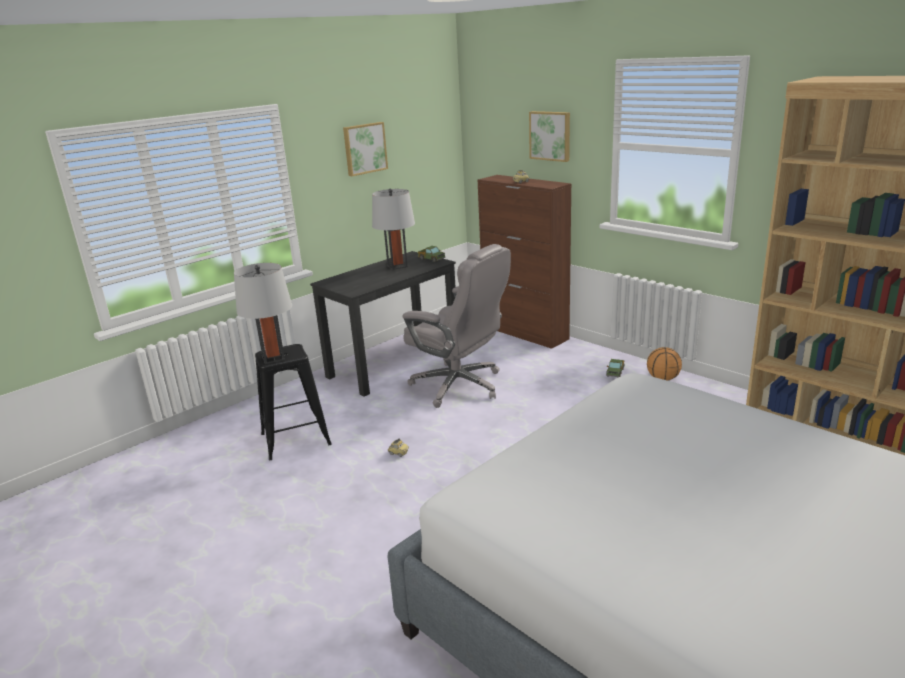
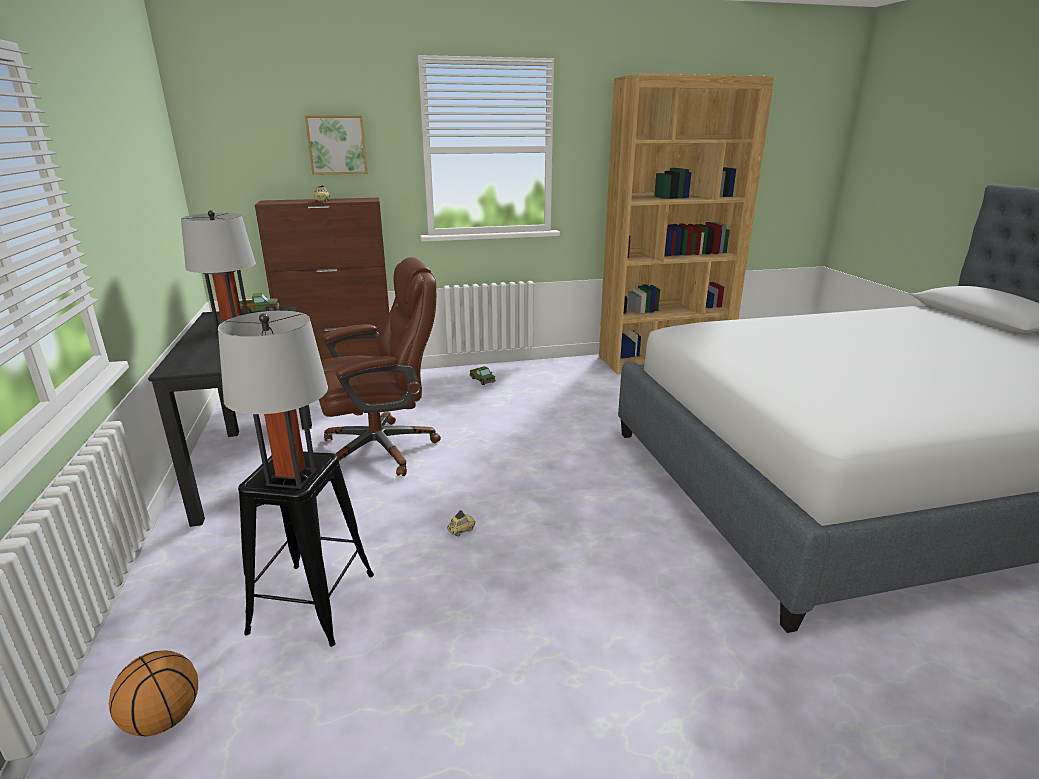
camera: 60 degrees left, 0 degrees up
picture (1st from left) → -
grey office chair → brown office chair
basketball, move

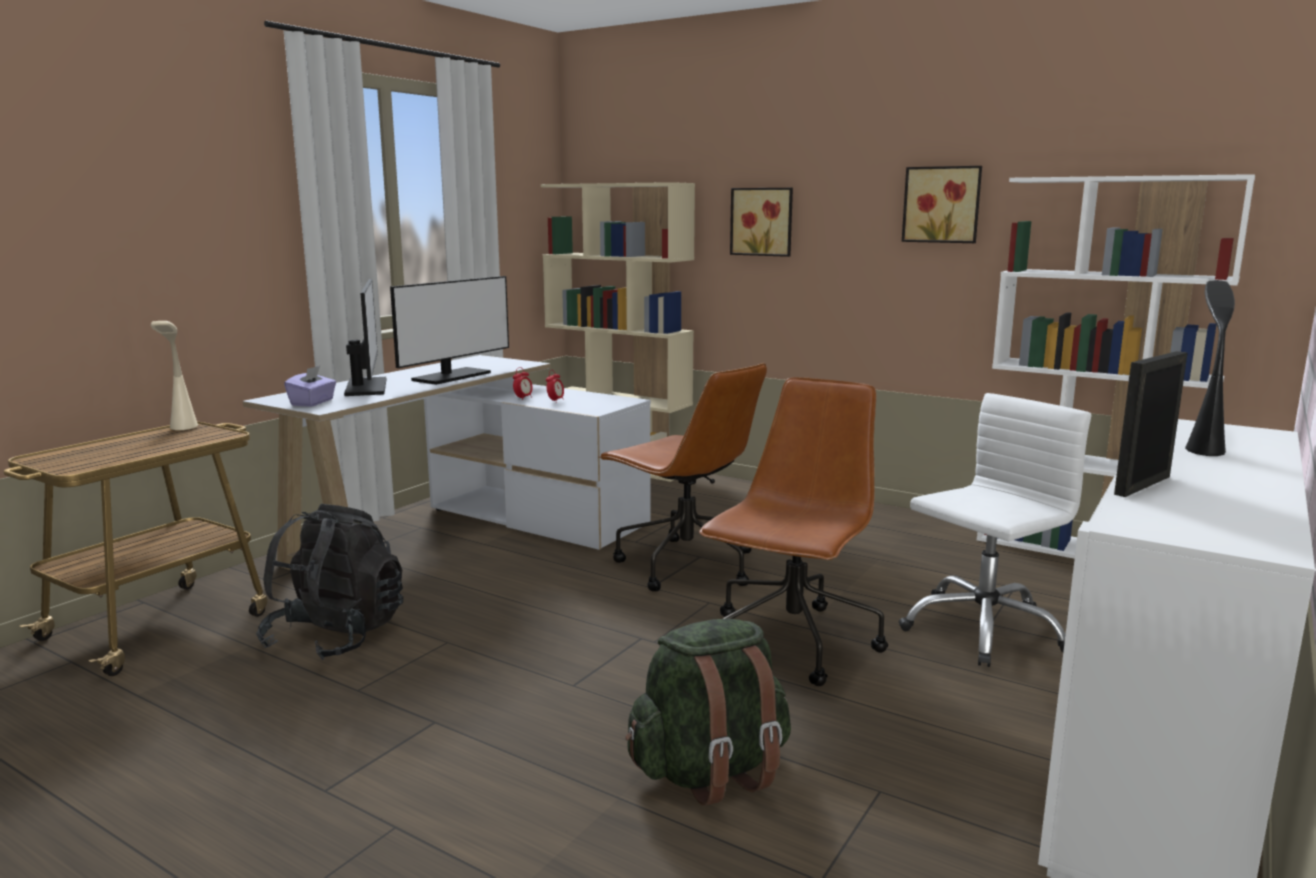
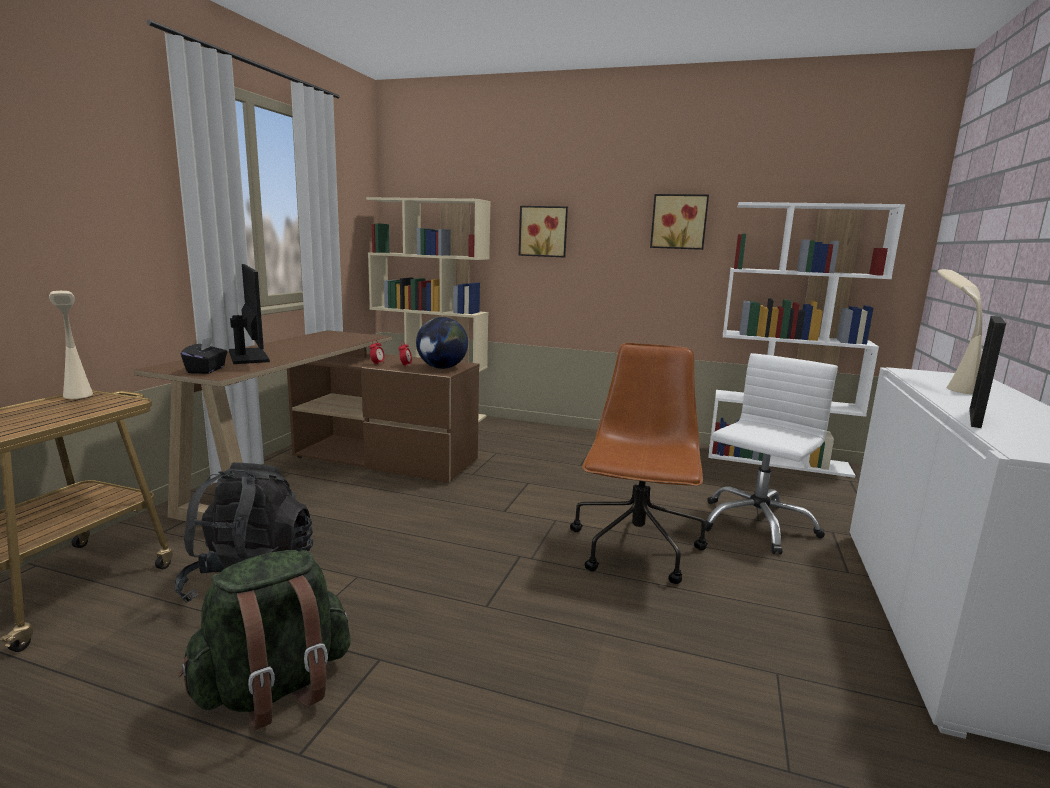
camera: 15 degrees left, 0 degrees up
monitor (2nd from left) → -
black table lamp → beige table lamp (2nd from left)
white desk → brown desk
brown office chair (1st from left) → -
purple tissue box → black tissue box
green backpack, move
- → globe

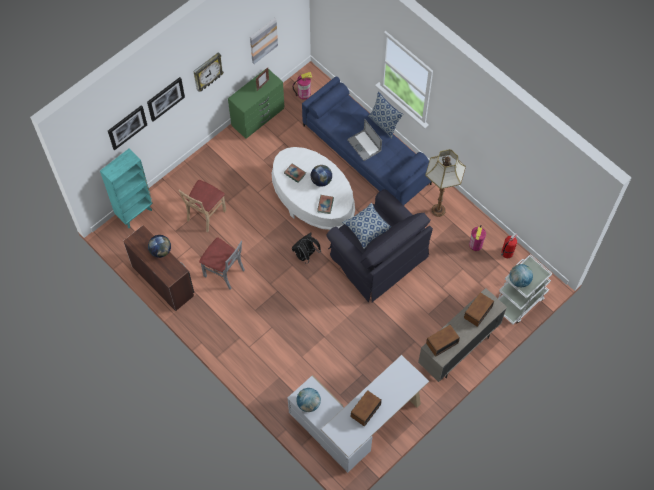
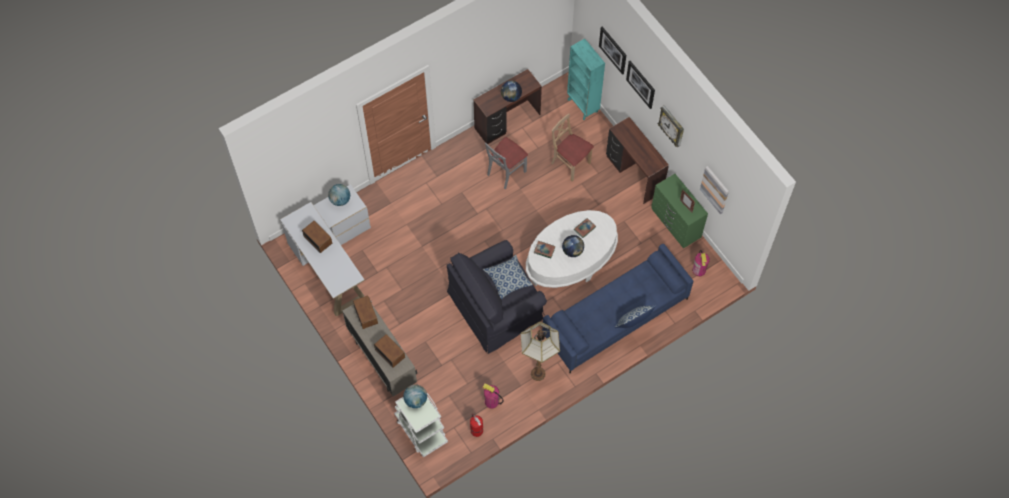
camera: 100 degrees right, 0 degrees up
laptop → -
black backpack → -
- → brown desk (2nd from left)

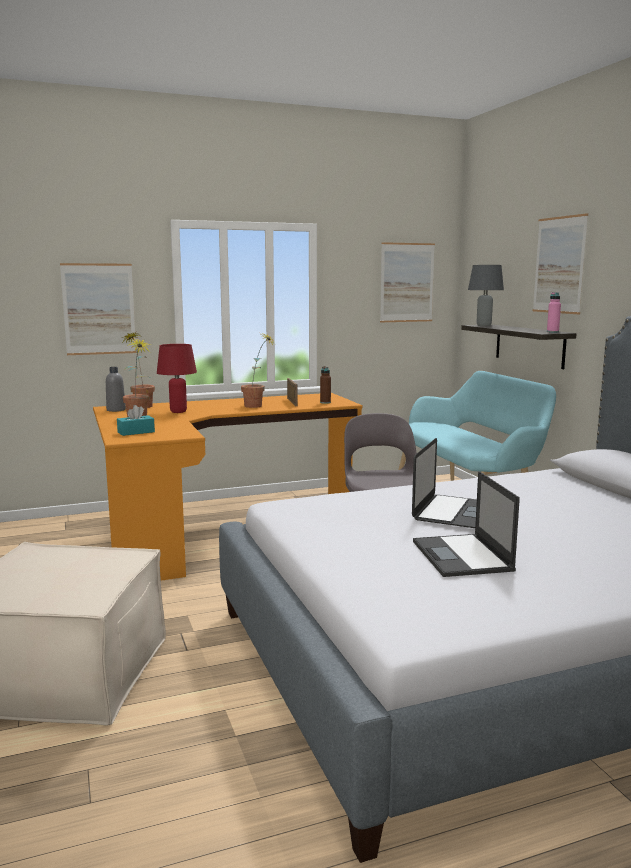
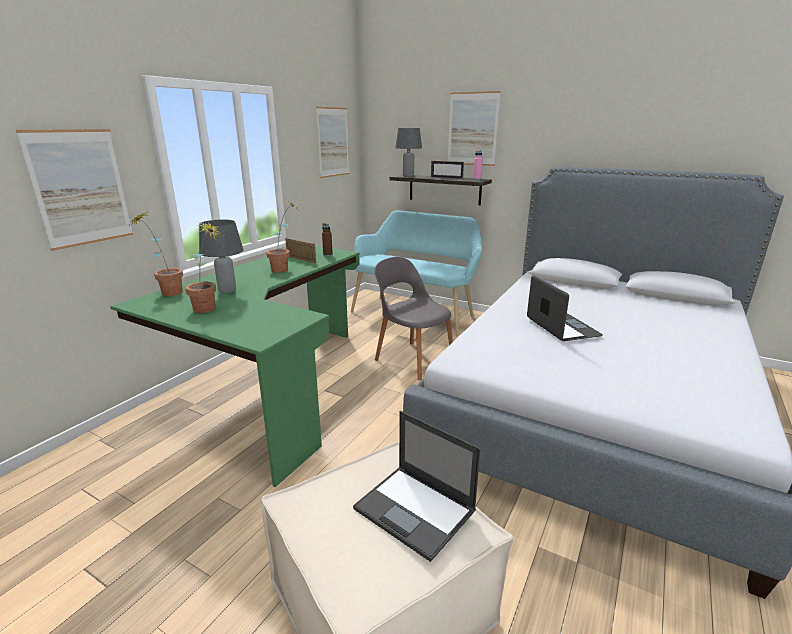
camera: 40 degrees left, 10 degrees up
red table lamp → grey table lamp (1st from left)
grey bottle → -
orange desk → green desk
turquoise tissue box → -
laptop (2nd from left in the first image) → laptop (1st from left), move
- → picture frame (2nd from left)

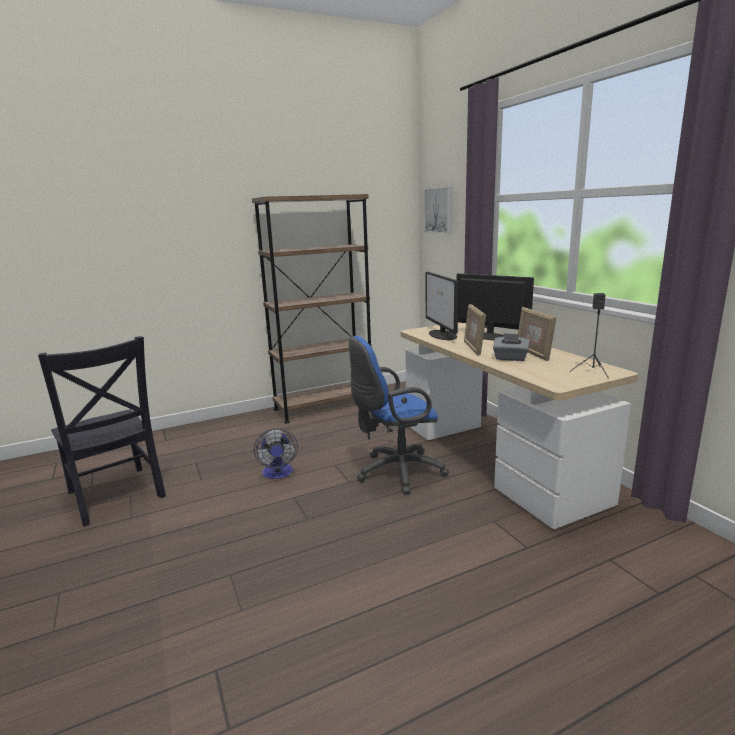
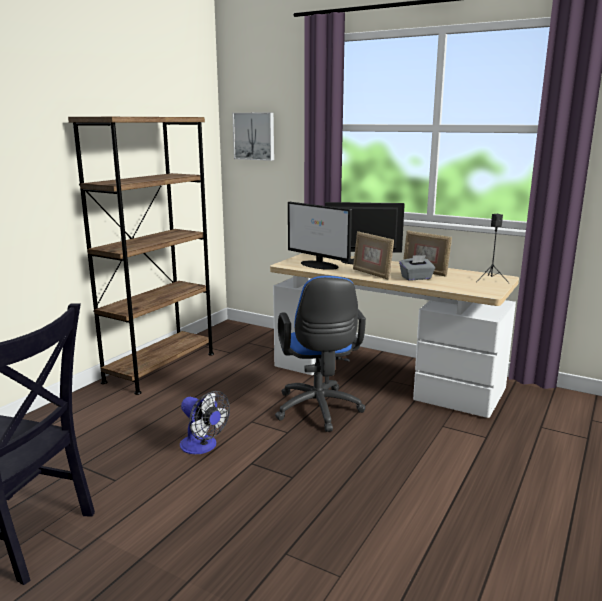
camera: 35 degrees left, 0 degrees up
blue office chair, 45 degrees counterclockwise

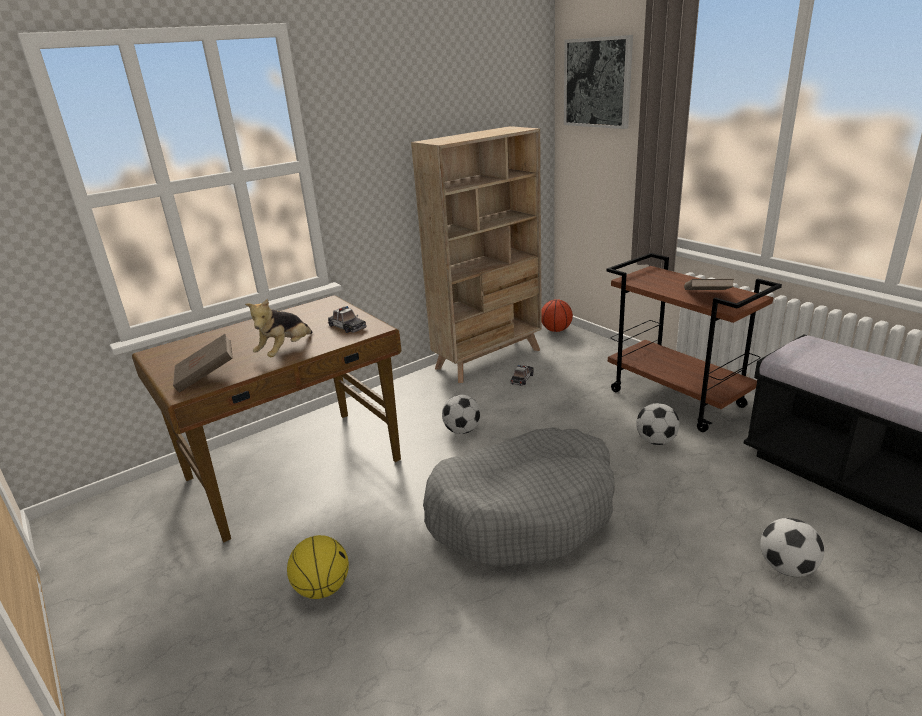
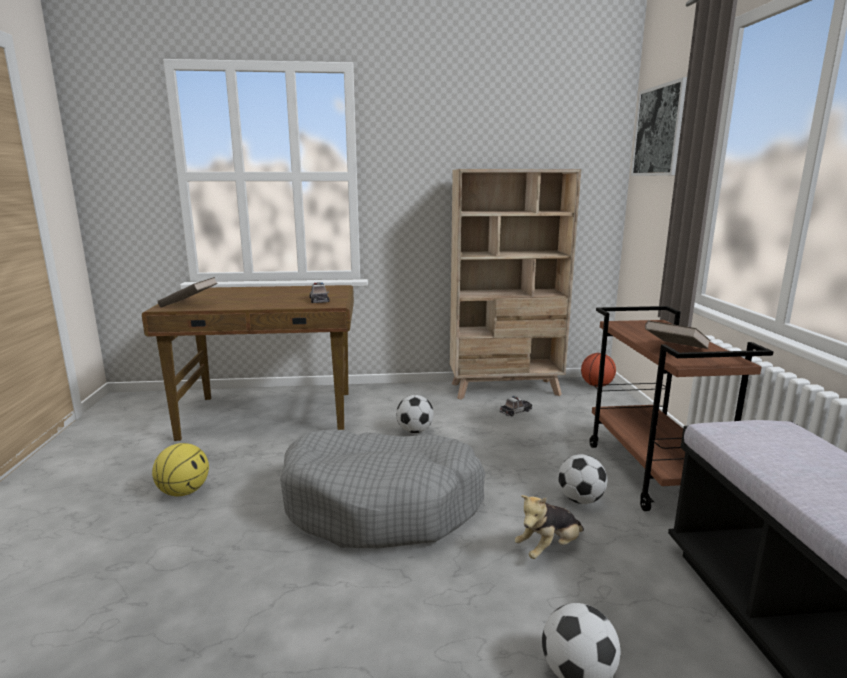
camera: 30 degrees right, 10 degrees down
plush toy, move

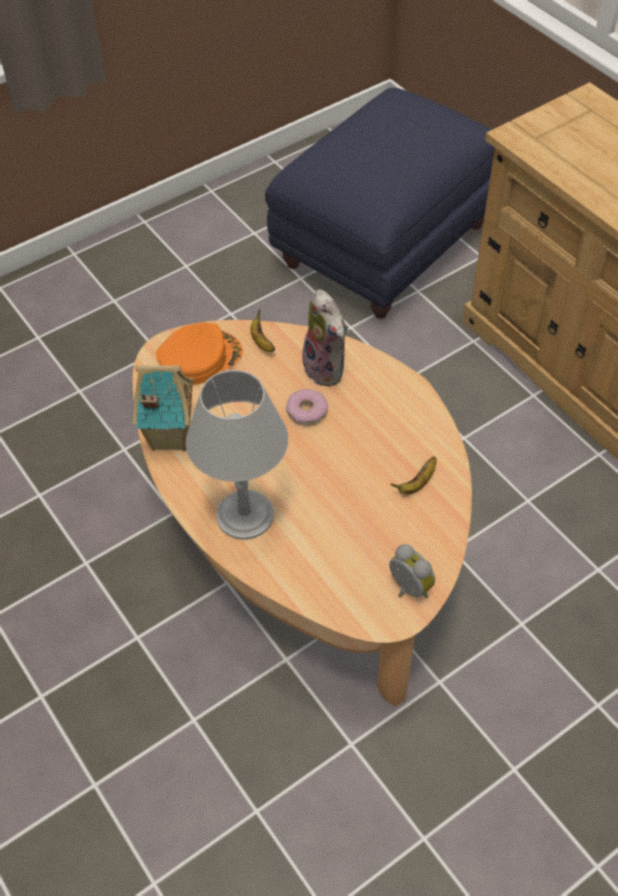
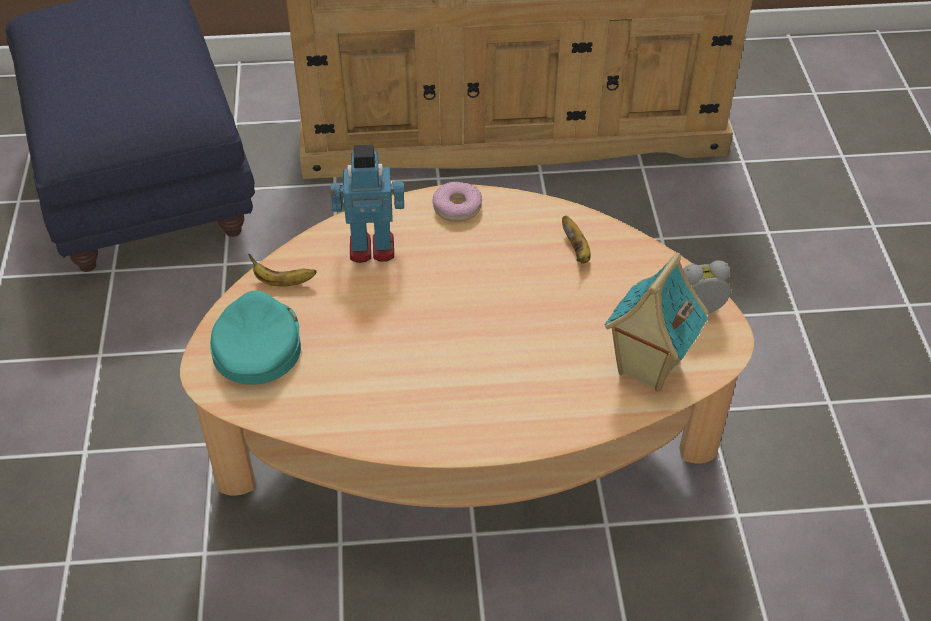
camera: 60 degrees left, 5 degrees down
plush toy → toy robot
orange cap → turquoise cap
toy house, move
grey table lamp → -
donut, move

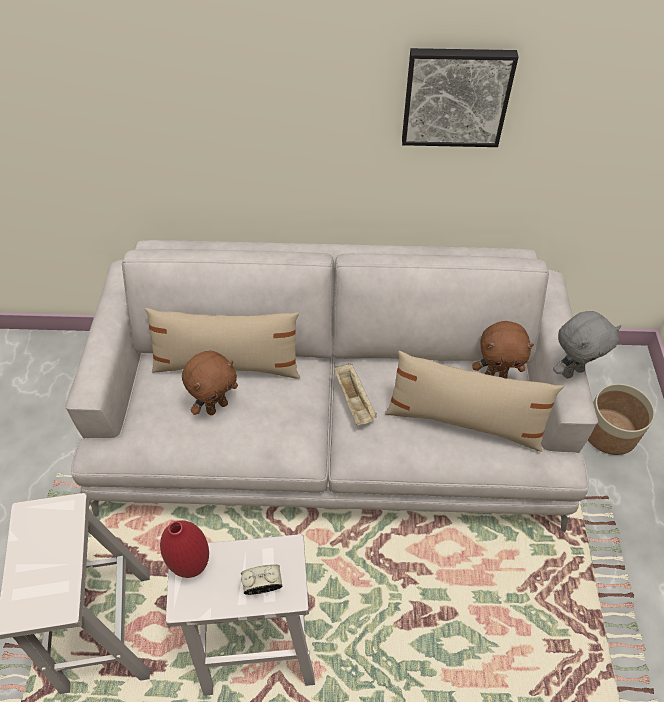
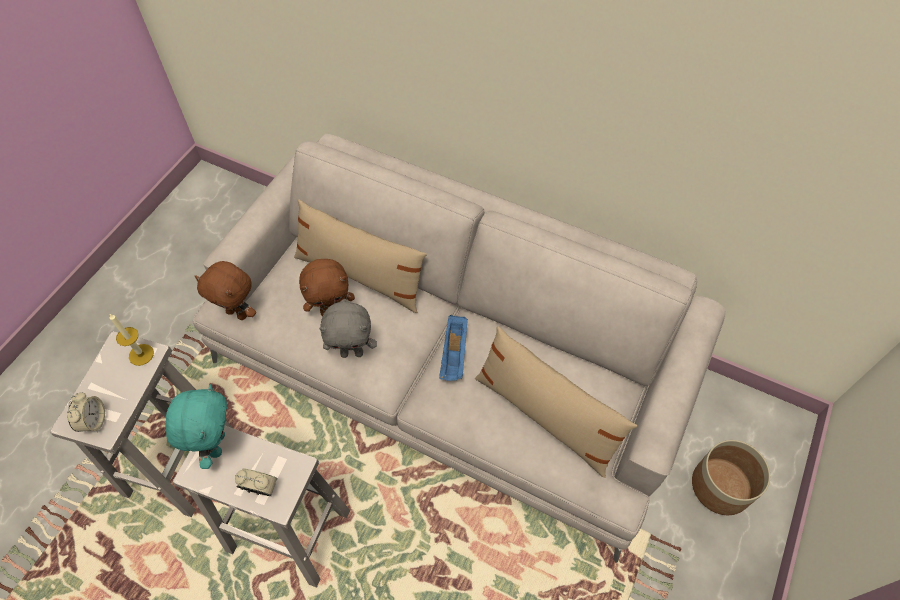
camera: 25 degrees right, 5 degrees up
picture → -
grey plush toy, move
brown plush toy (2nd from left in the first image) → brown plush toy (1st from left), move
beige tray → blue tray
red vase → turquoise plush toy
- → candle
- → alarm clock (1st from left)

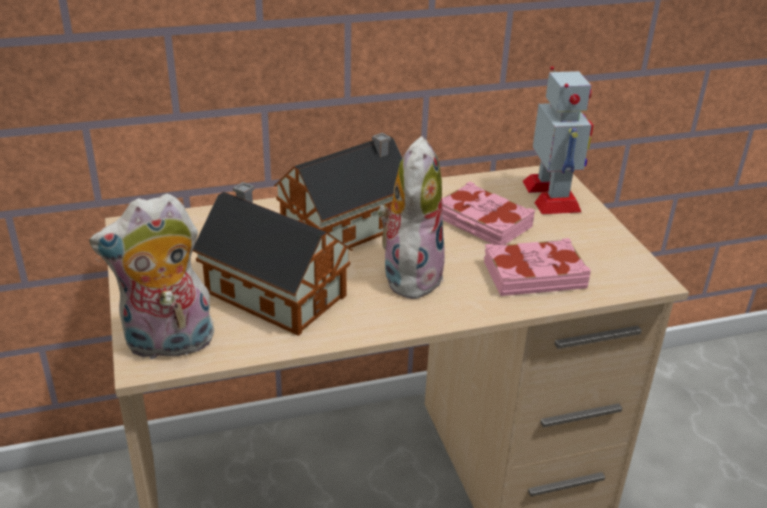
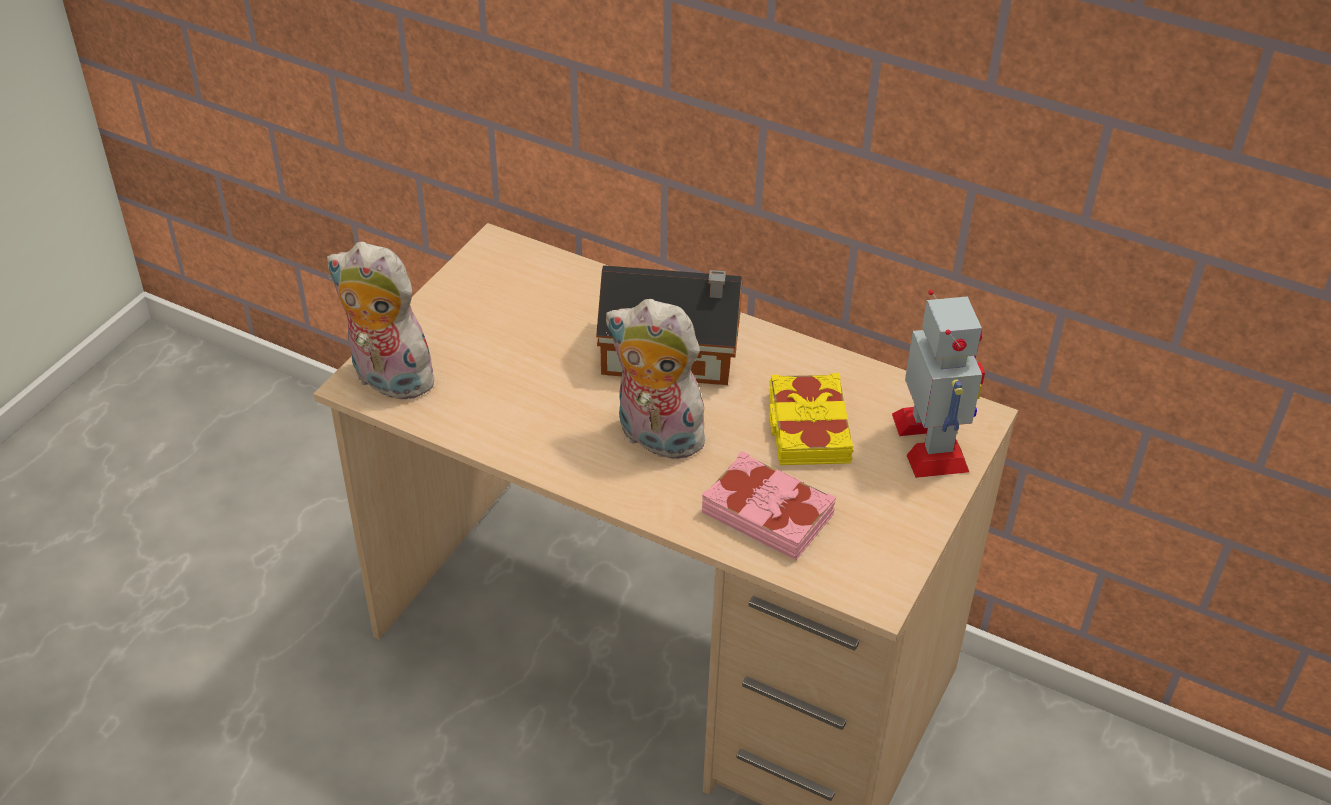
camera: 45 degrees right, 10 degrees up
toy robot, 45 degrees counterclockwise
plush toy (2nd from left), 120 degrees counterclockwise
pink book (1st from left) → yellow book
toy house (1st from left) → -

